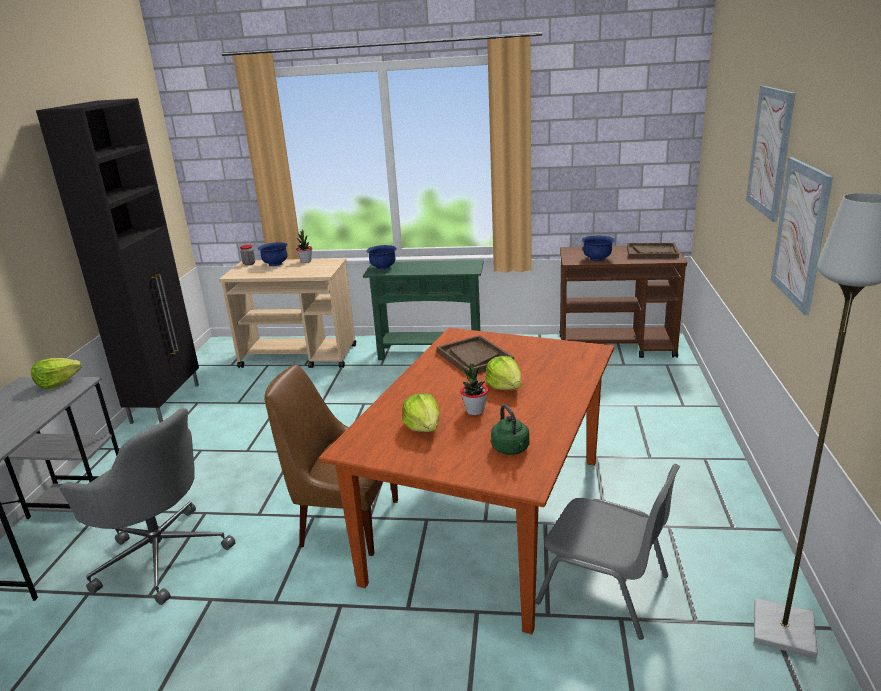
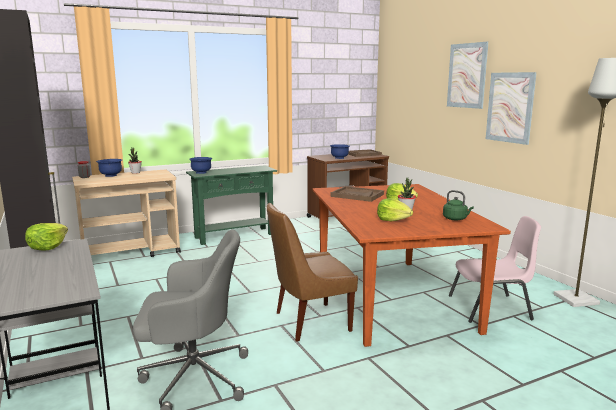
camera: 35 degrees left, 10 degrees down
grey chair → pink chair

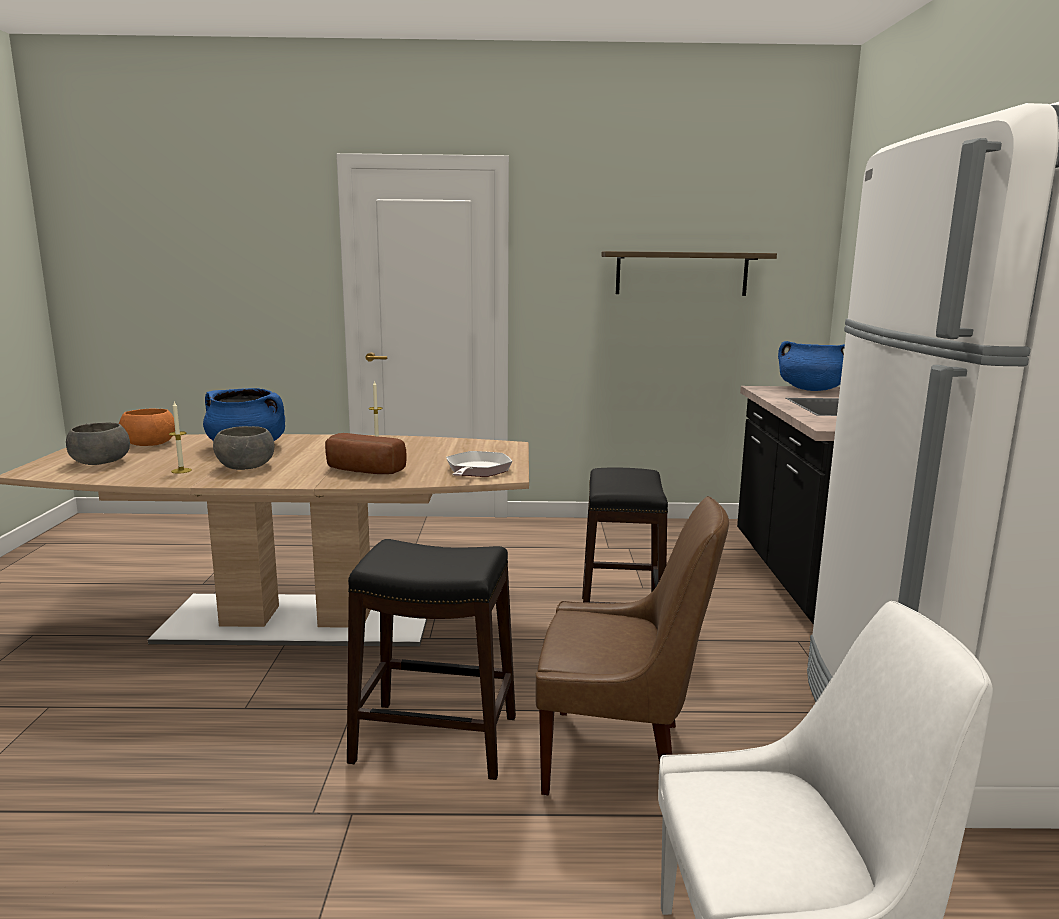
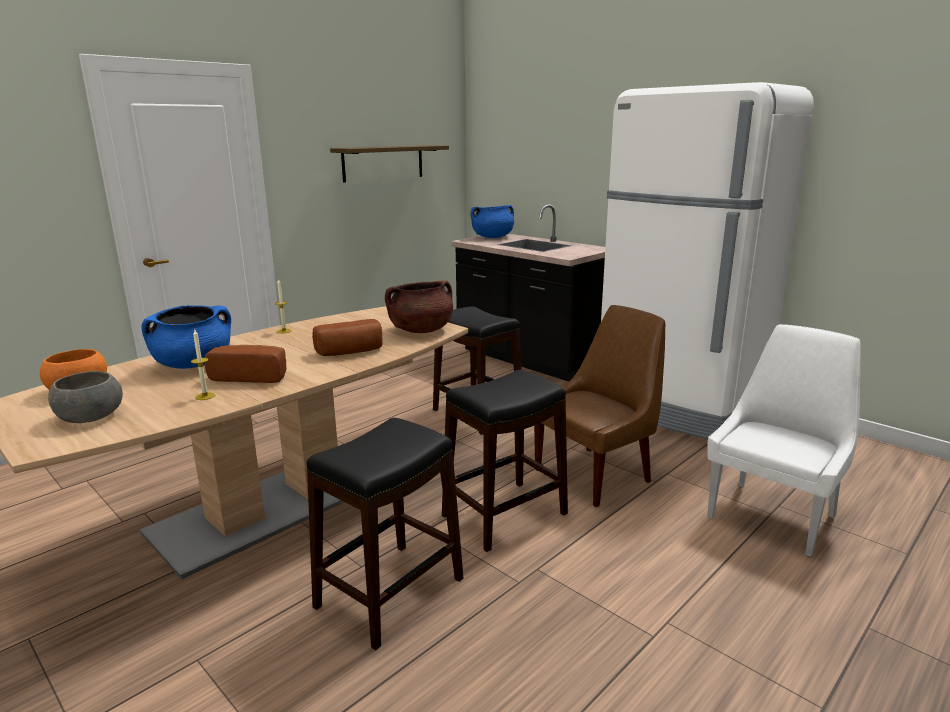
camera: 45 degrees left, 5 degrees up
grey bowl (2nd from left) → bread (1st from left)
frying pan → brown cooking pot
- → black stool (1st from left)

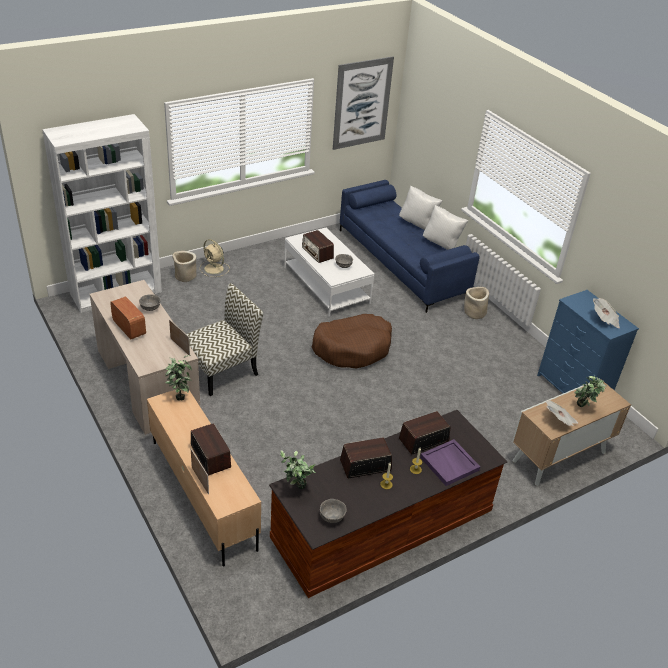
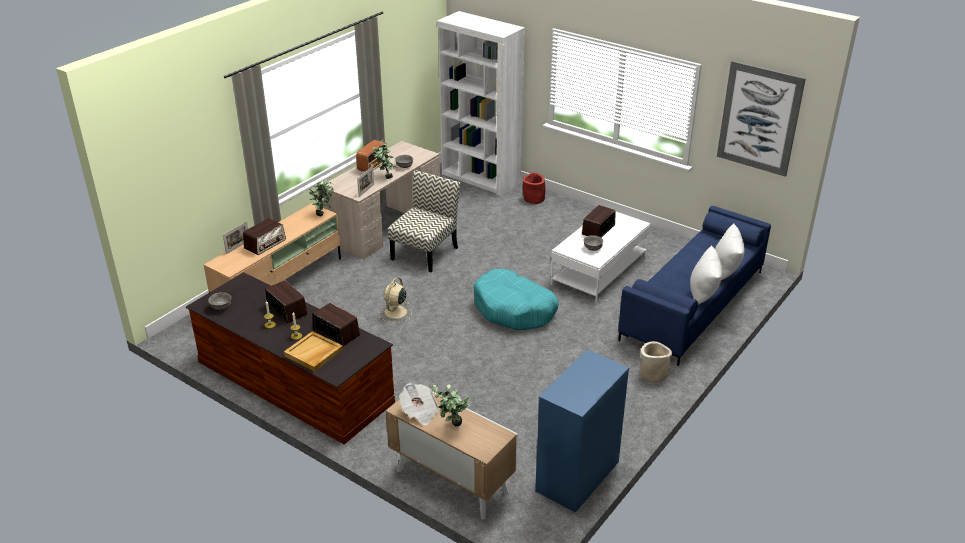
camera: 70 degrees right, 5 degrees down
beige fan, move
beige planter (1st from left) → red planter
chair, 90 degrees counterclockwise
newspaper (2nd from left) → -
brown dog bed → turquoise dog bed
purple tray → beige tray
potted plant (2nd from left), move

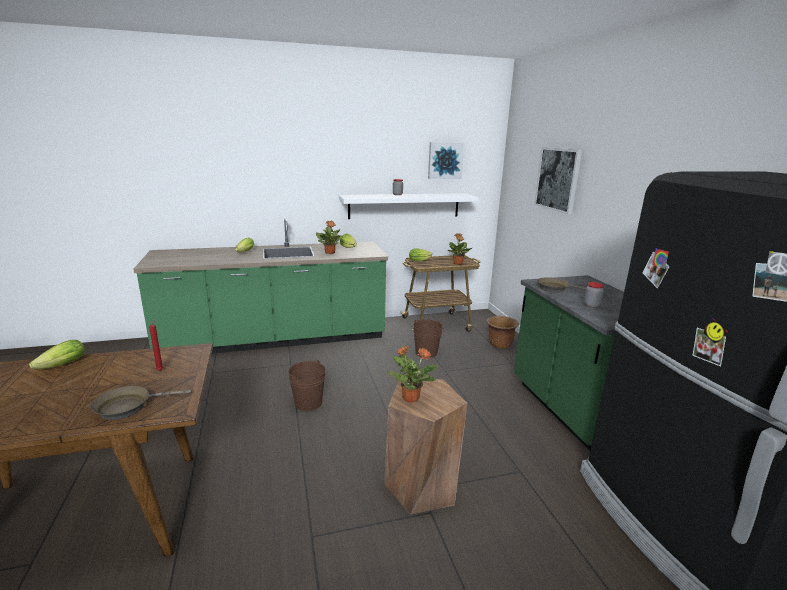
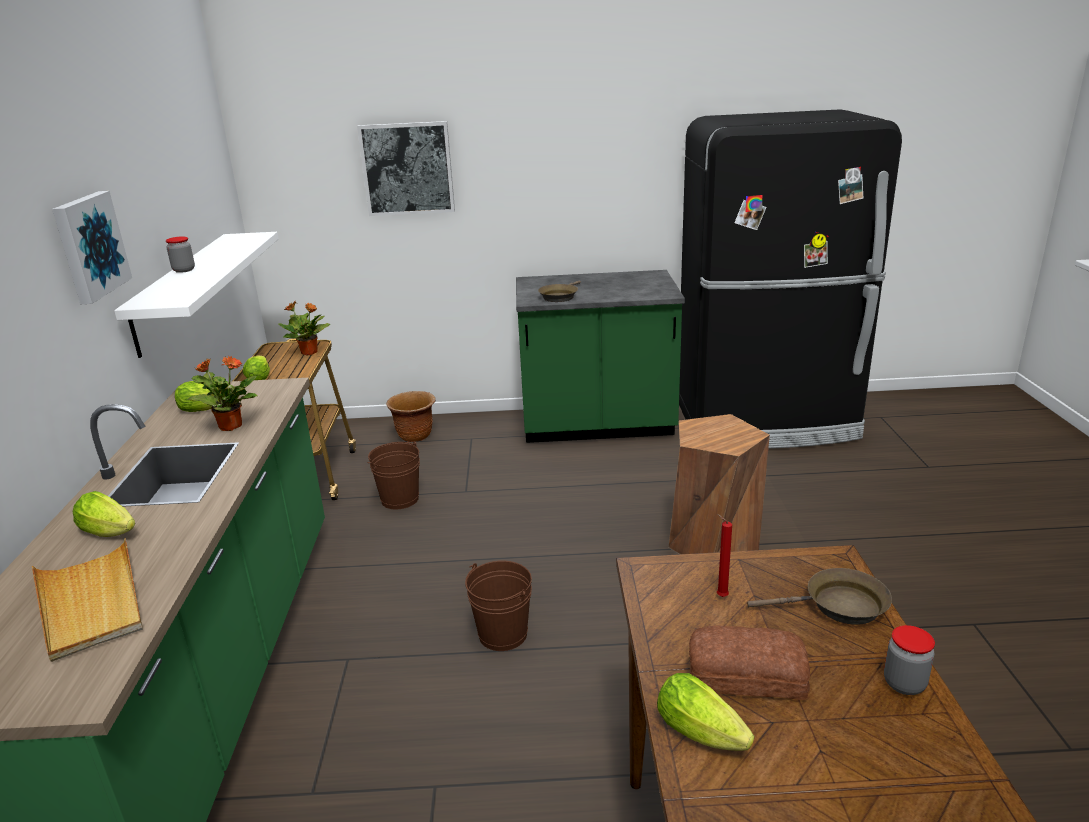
camera: 75 degrees left, 5 degrees up
picture (1st from left), move
jar (2nd from left), move
potted plant (2nd from left) → -
brown frying pan (1st from left in the first image) → brown frying pan (2nd from left), 75 degrees counterclockwise
- → beige tray
- → bread

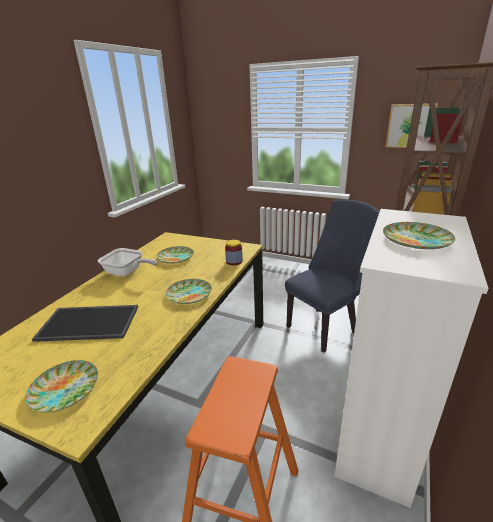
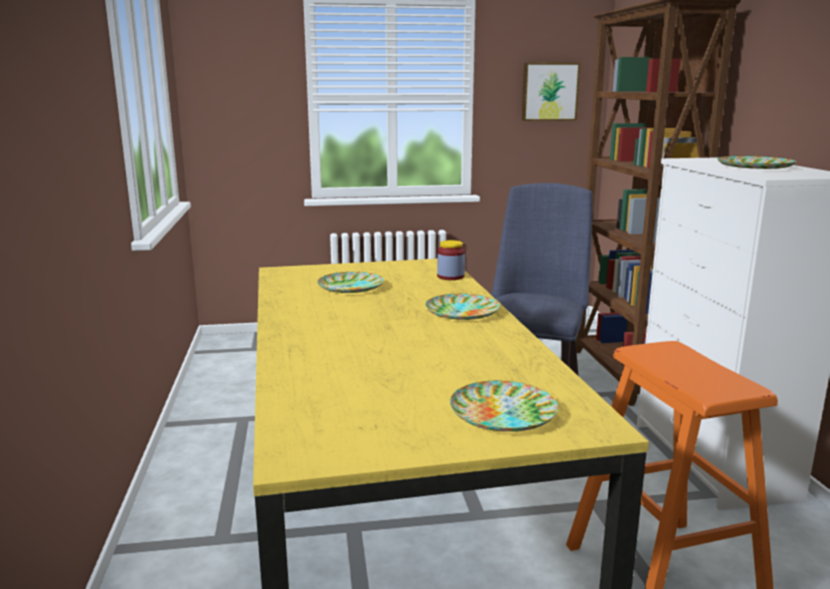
camera: 35 degrees left, 10 degrees down
frying pan → -
tray → -

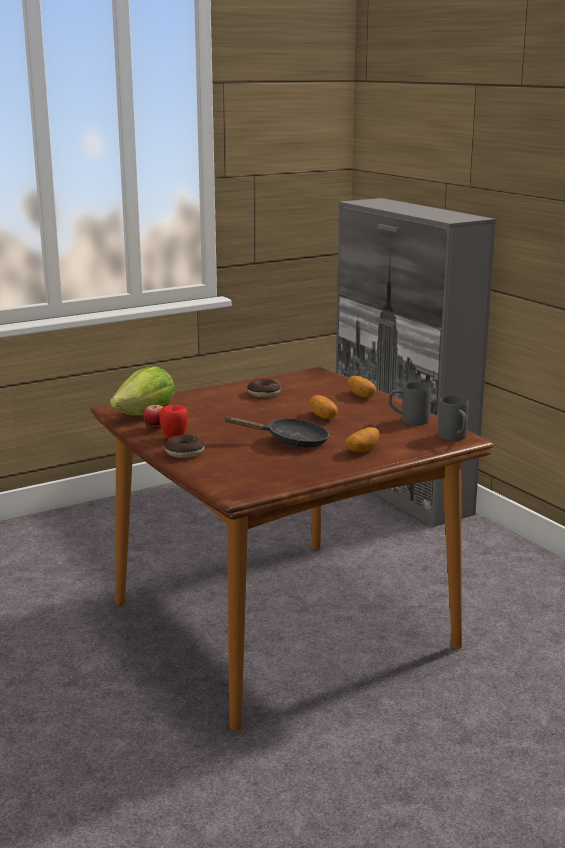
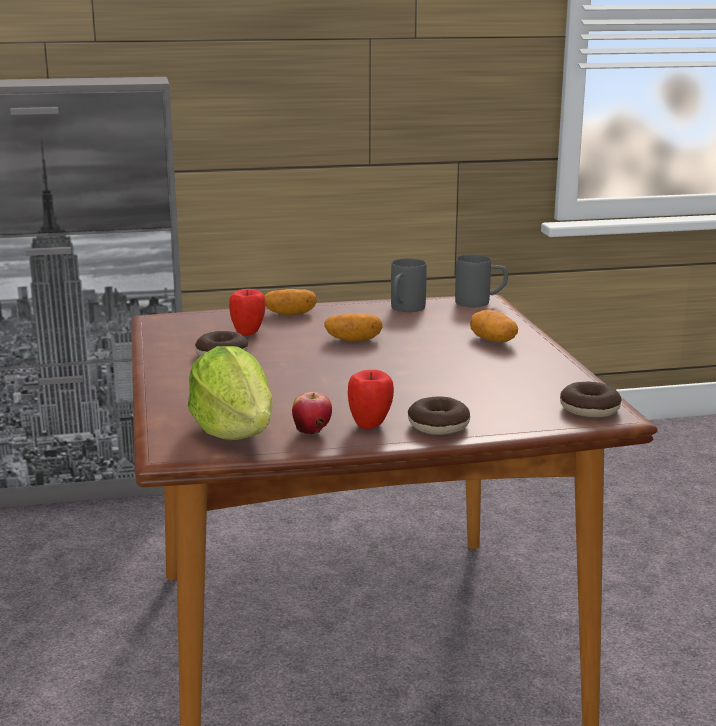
camera: 70 degrees left, 0 degrees up
black frying pan → -
- → apple (1st from left)
- → donut (3rd from left)

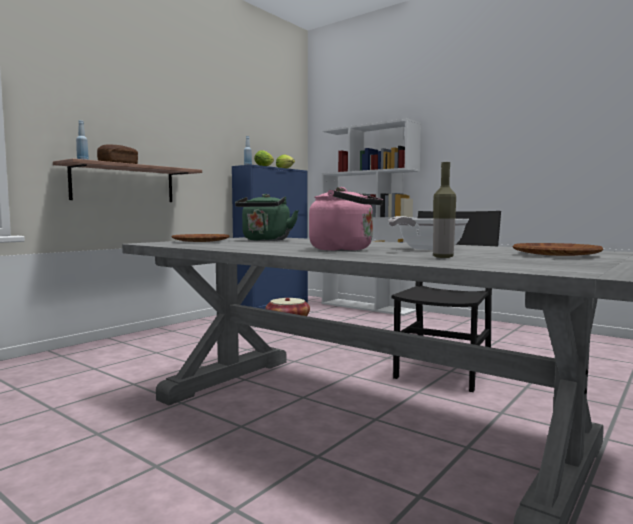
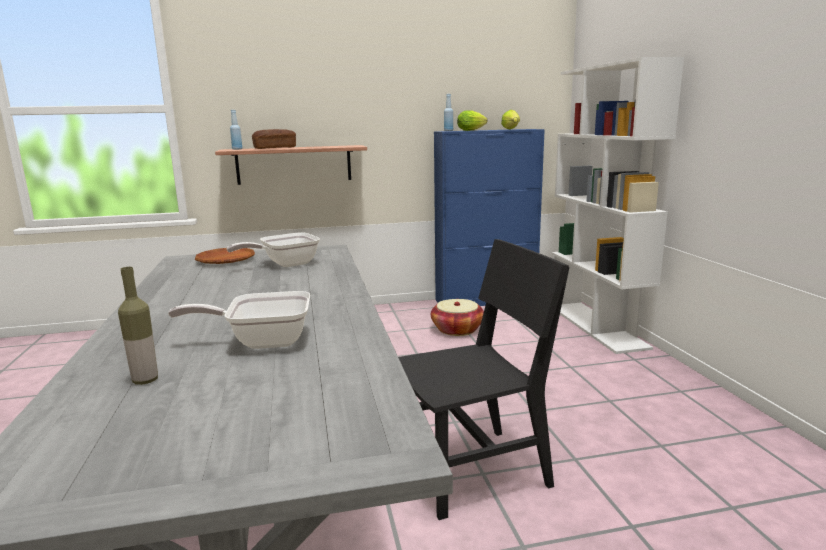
camera: 40 degrees right, 10 degrees up
pink kettle → -
green kettle → frying pan (2nd from left)
brown plate (2nd from left) → -

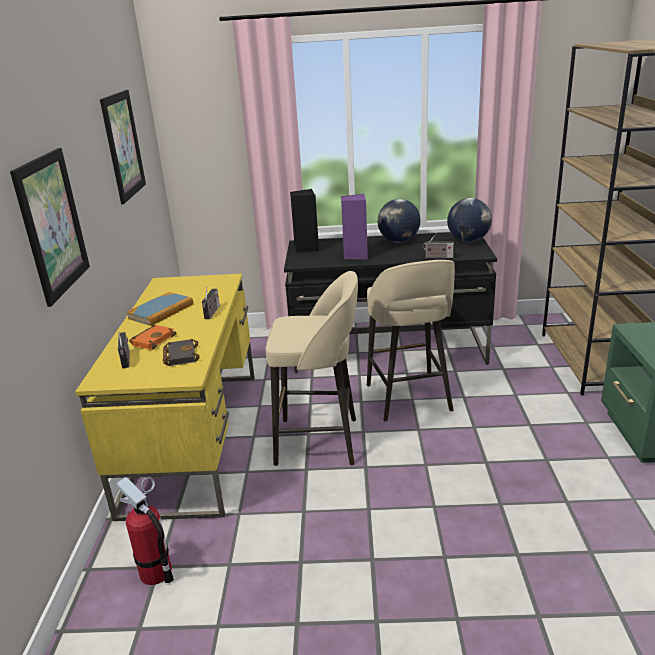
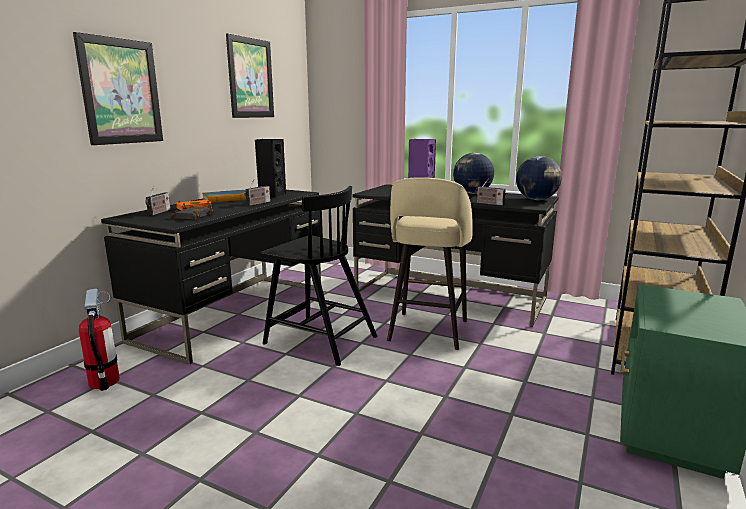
camera: 25 degrees right, 10 degrees down
black speaker, move
beige stool (1st from left) → black chair
yellow desk → black desk (1st from left)

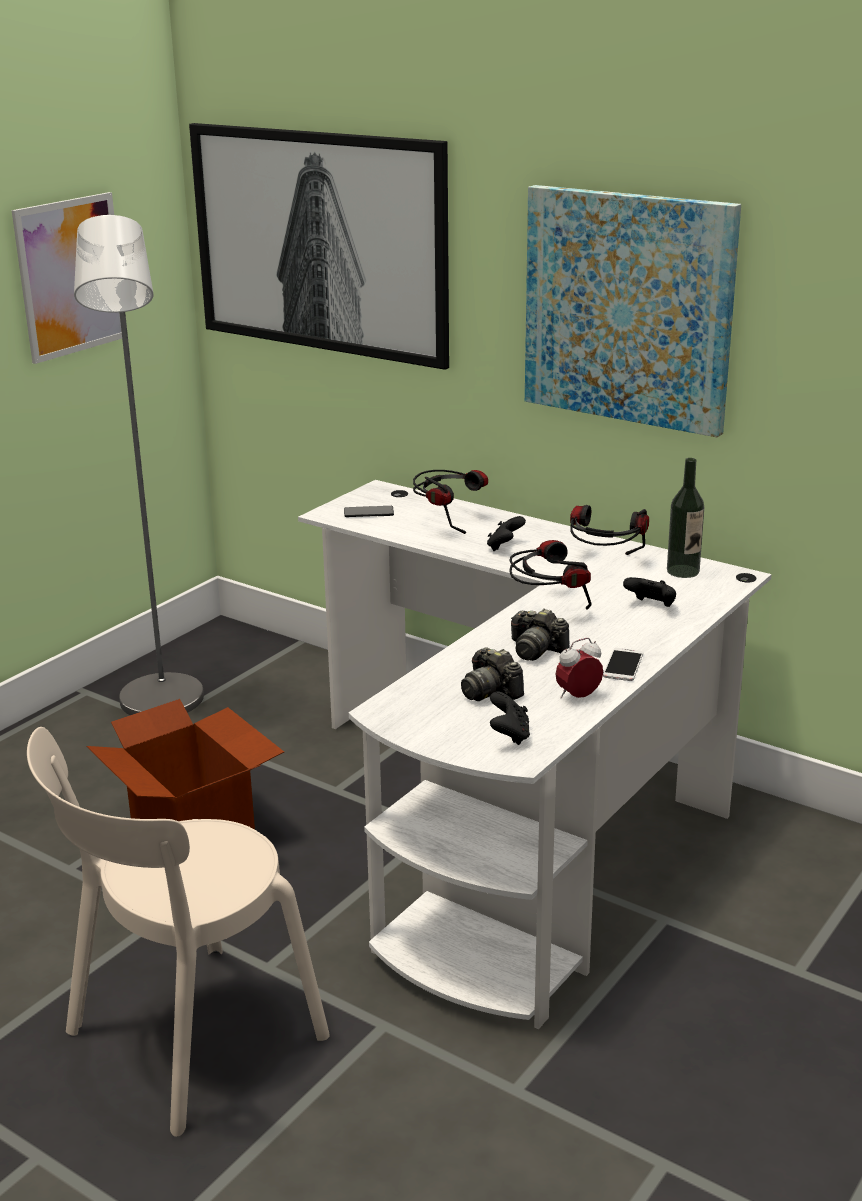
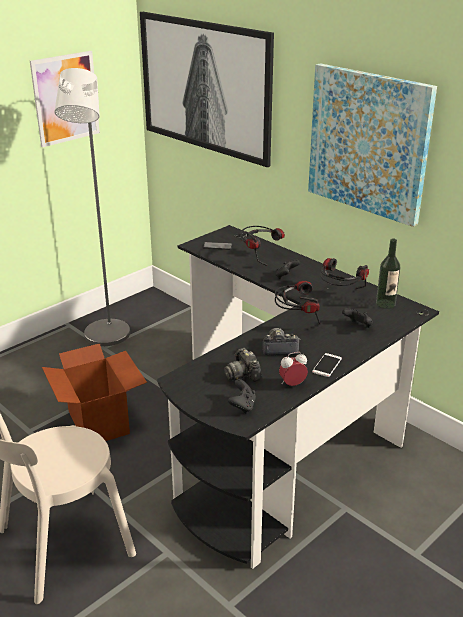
camera: 10 degrees right, 5 degrees up
white desk → black desk
photo camera (2nd from left), 135 degrees clockwise

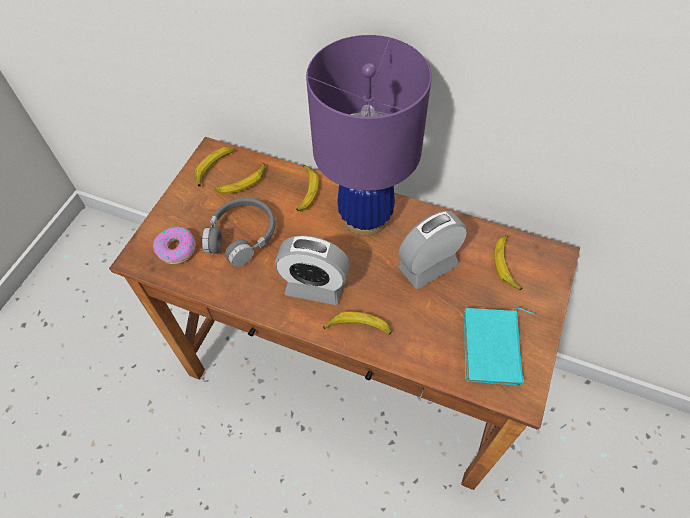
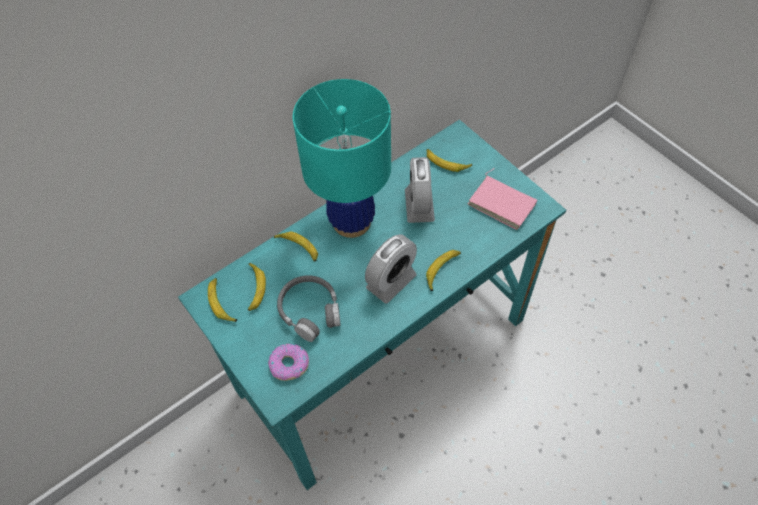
camera: 60 degrees left, 0 degrees up
purple table lamp → turquoise table lamp
brown desk → turquoise desk
turquoise book → pink book

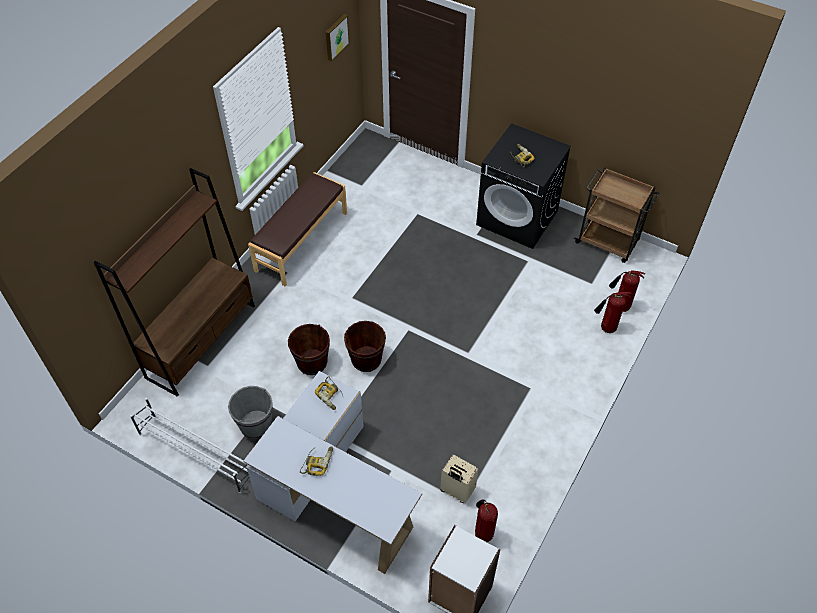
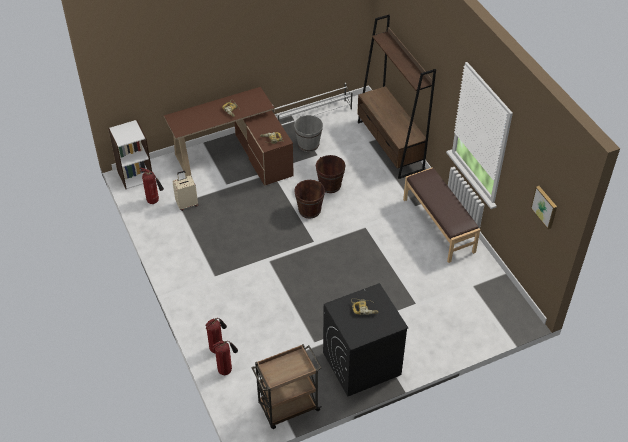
camera: 125 degrees right, 5 degrees down
white desk → brown desk

